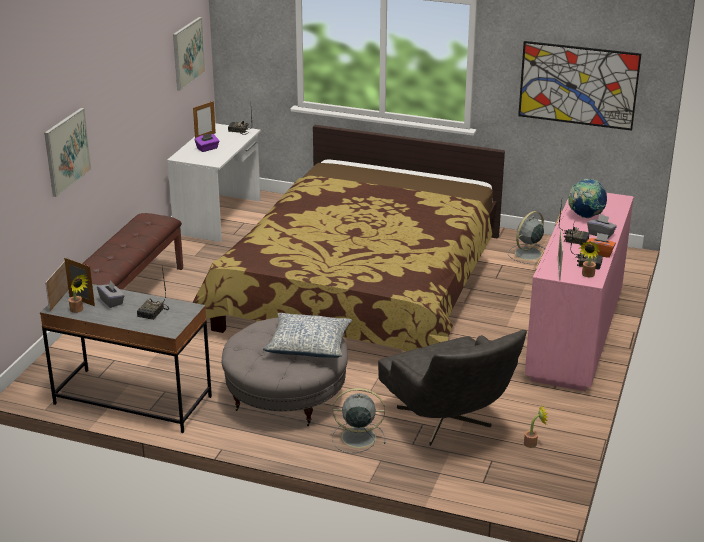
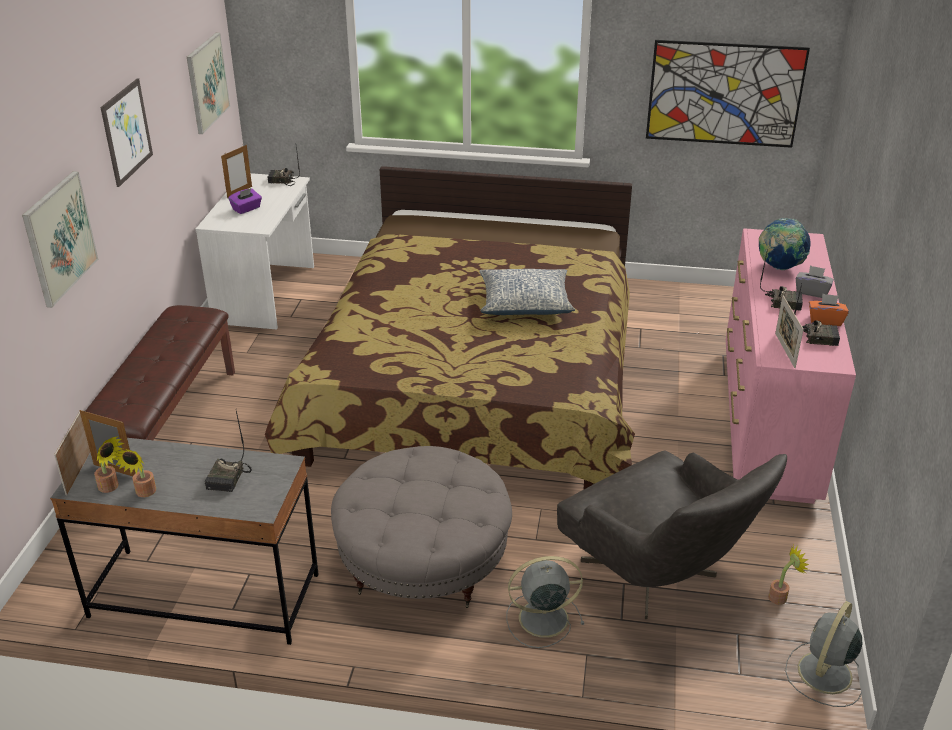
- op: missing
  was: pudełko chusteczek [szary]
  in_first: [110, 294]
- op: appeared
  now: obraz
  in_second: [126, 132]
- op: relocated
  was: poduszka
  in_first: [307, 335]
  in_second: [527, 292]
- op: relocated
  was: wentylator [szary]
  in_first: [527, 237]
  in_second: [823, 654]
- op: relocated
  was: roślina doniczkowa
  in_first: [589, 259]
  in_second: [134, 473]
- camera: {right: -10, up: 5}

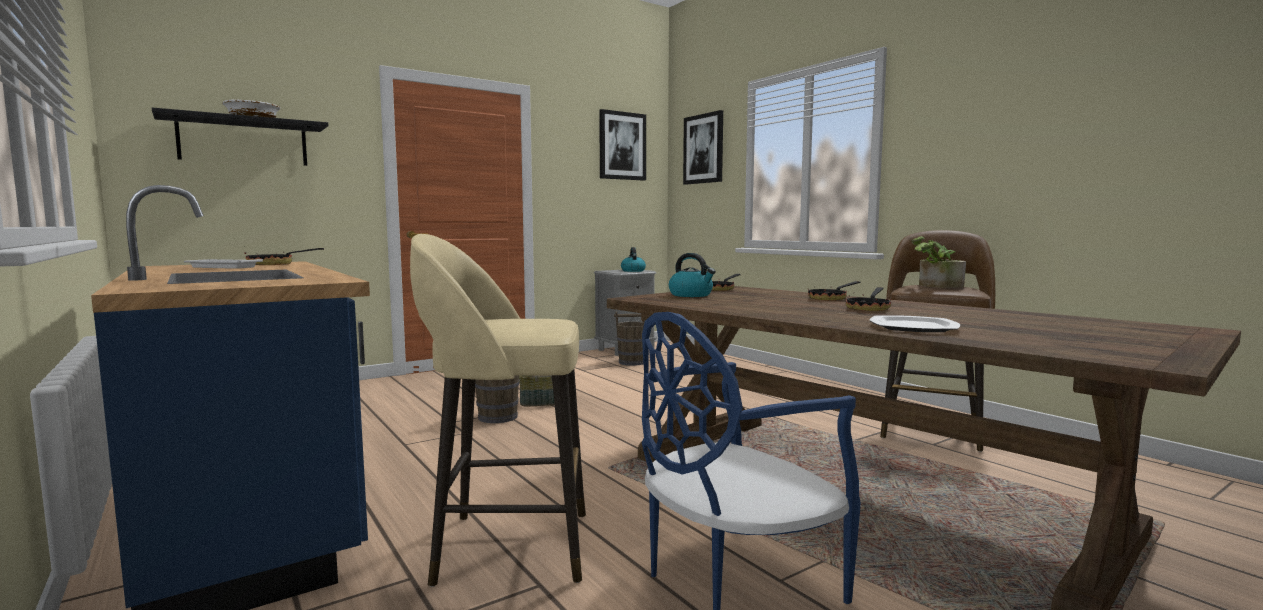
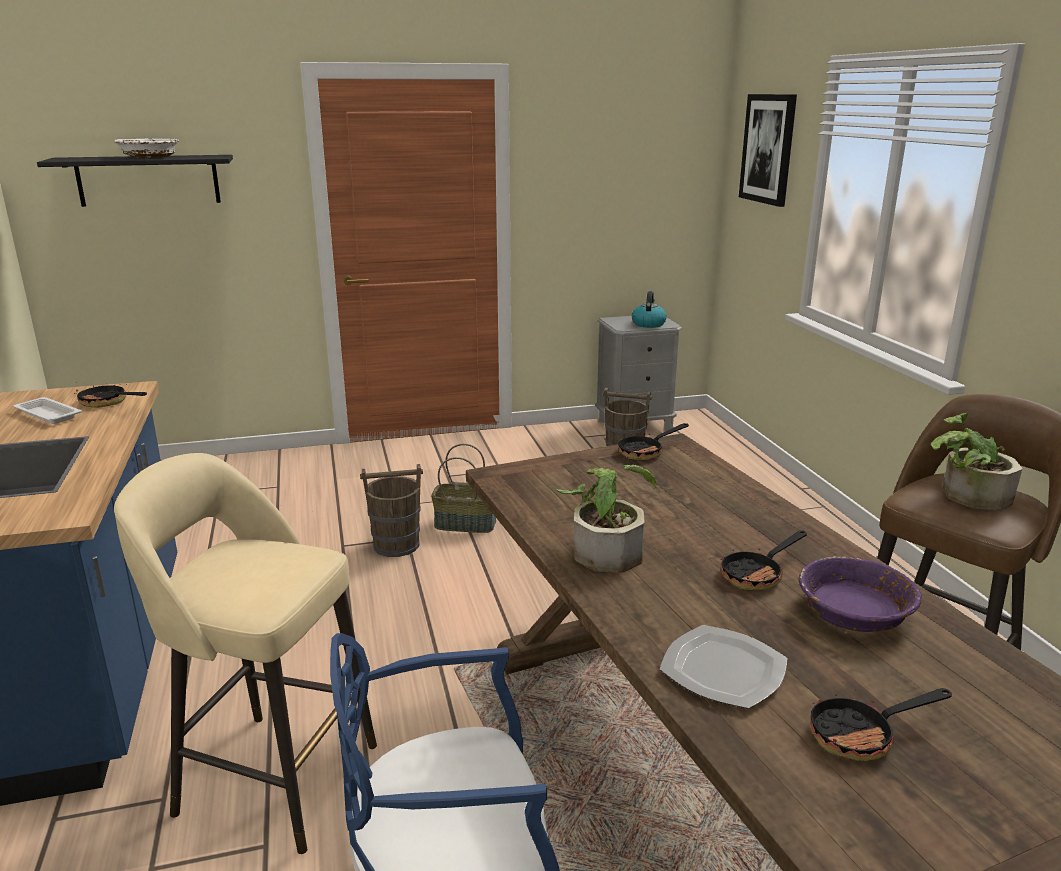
- op: missing
  was: obraz
  in_first: [622, 145]
- op: missing
  was: czajnik
  in_first: [692, 275]
- op: appeared
  now: roślina doniczkowa
  in_second: [607, 519]
- op: appeared
  now: miska [fioletowy]
  in_second: [860, 594]
- op: relocated
  was: patelnia
  in_first: [834, 291]
  in_second: [881, 724]
- camera: {right: 20, up: 15}

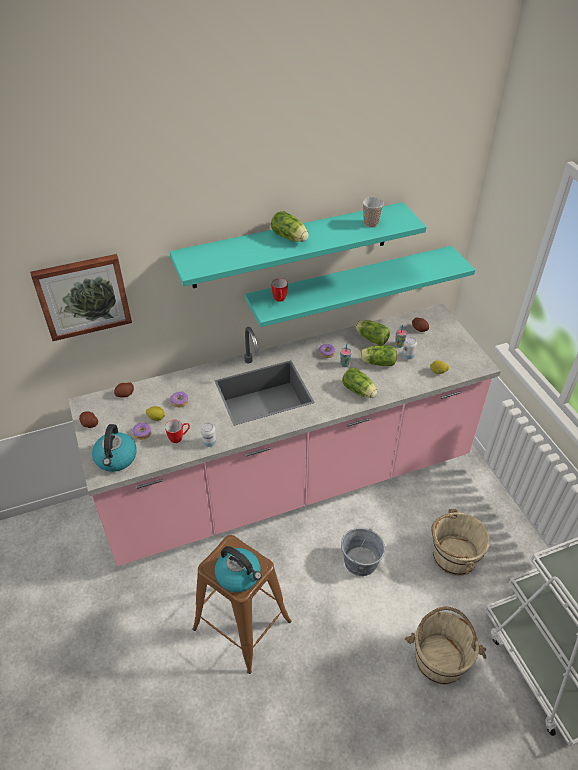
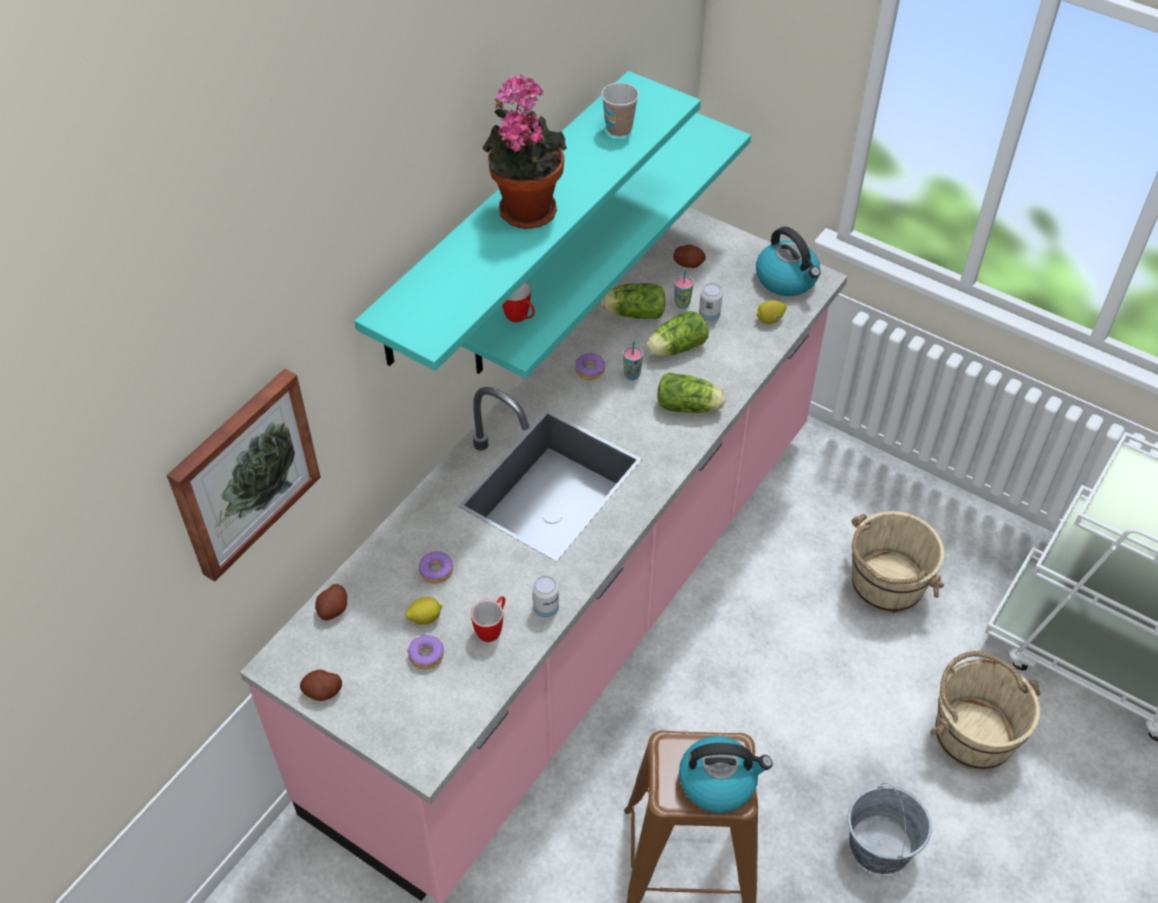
- op: relocated
  was: czajnik
  in_first: [114, 448]
  in_second: [788, 261]
- op: relocated
  was: wiadro [szary]
  in_first: [363, 551]
  in_second: [890, 828]
- op: exchanged
  was: sałata
  now: roślina doniczkowa
  in_first: [290, 226]
  in_second: [524, 151]
- camera: {right: -35, up: 5}

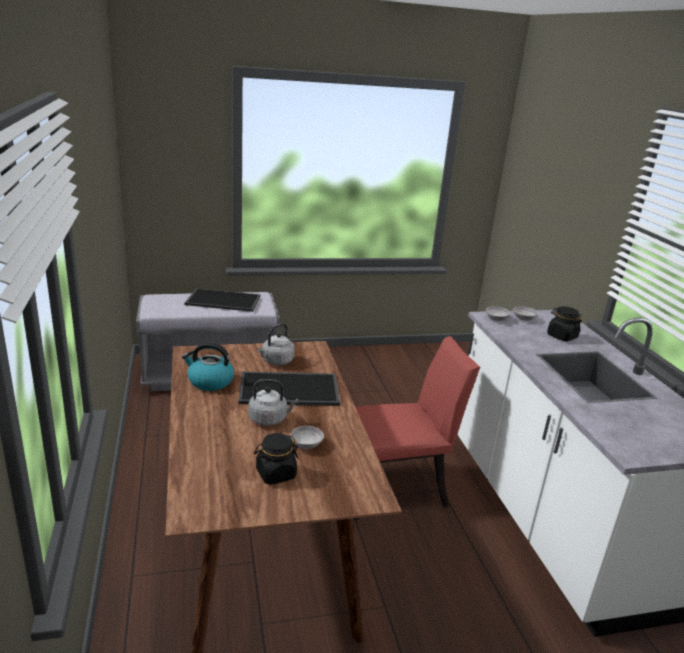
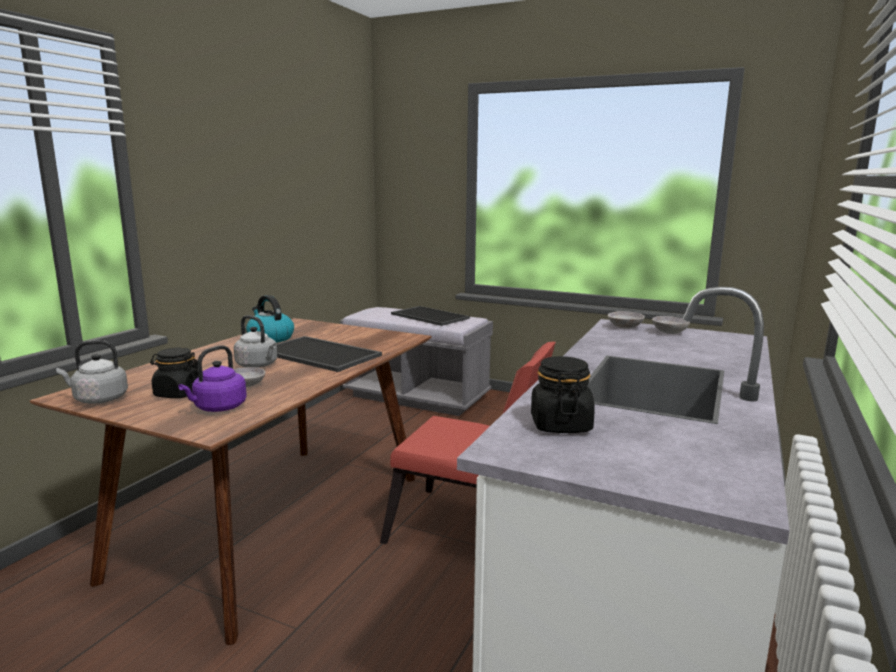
- op: appeared
  now: czajnik [fioletowy]
  in_second: [212, 378]
- op: relocated
  was: czajnik [szary]
  in_first: [275, 344]
  in_second: [92, 372]
- op: relocated
  was: słoik [czarny]
  in_first: [564, 323]
  in_second: [563, 394]
- camera: {right: 40, up: -10}

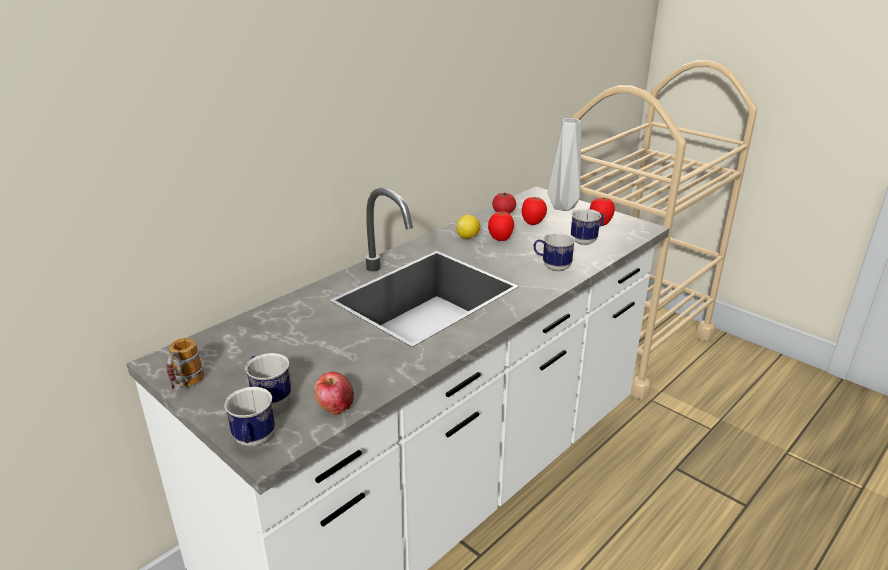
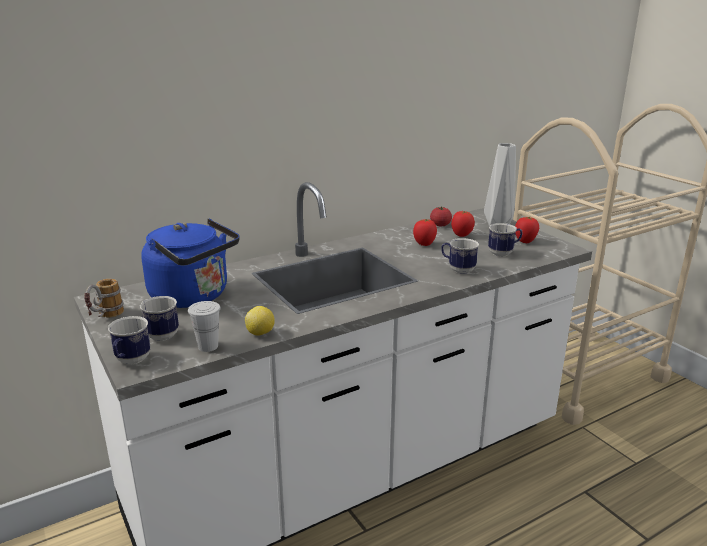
- op: appeared
  now: czajnik [niebieski]
  in_second: [190, 263]
- op: relocated
  was: cytryna
  in_first: [468, 227]
  in_second: [260, 321]
- op: exchanged
  was: jabłko
  now: filiżanka [biały]
  in_first: [334, 393]
  in_second: [204, 326]
- camera: {right: 15, up: -5}

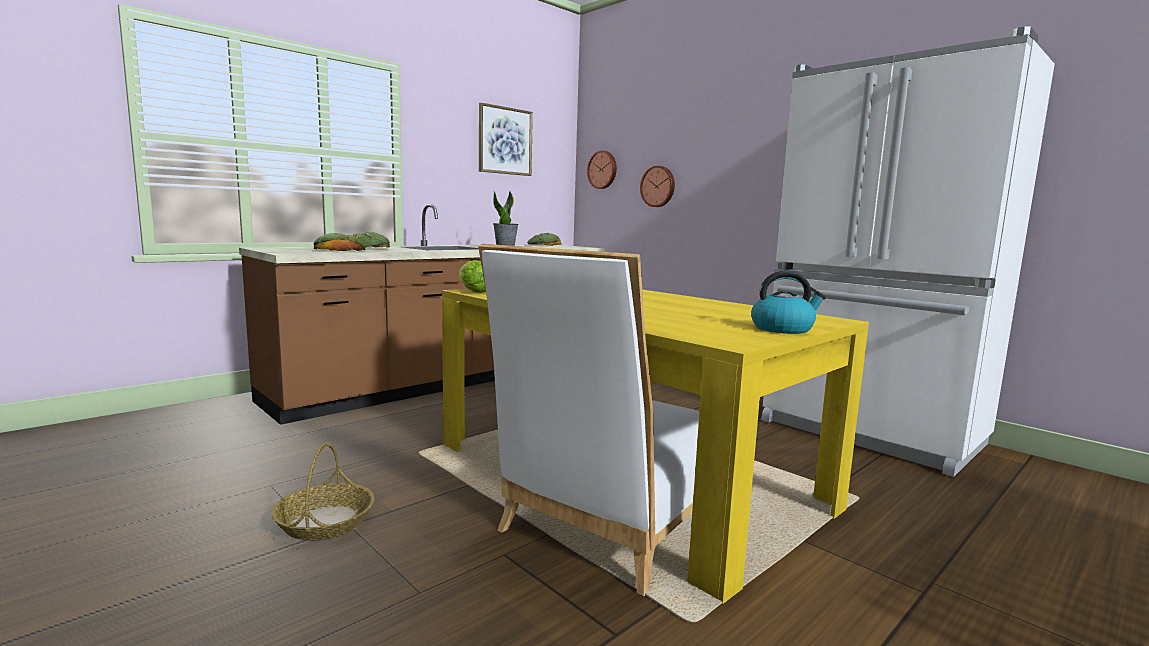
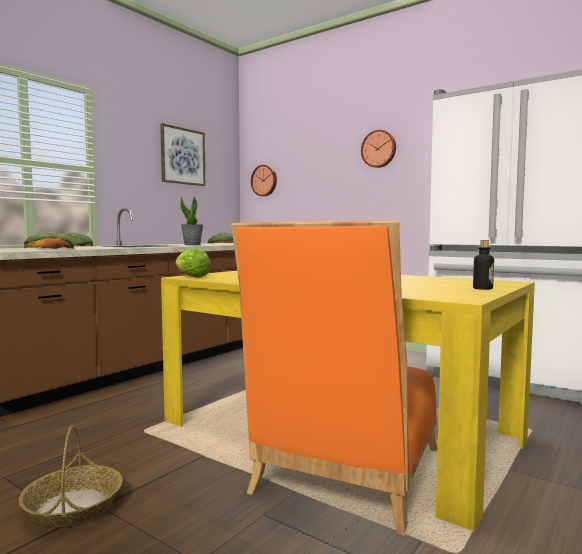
- op: relocated
  was: zegar ścienny
  in_first: [657, 186]
  in_second: [378, 149]
- op: exchanged
  was: czajnik
  now: butelka
  in_first: [788, 302]
  in_second: [483, 265]
- op: colour
  was: krzesło [biały]
  now: krzesło [pomarańczowy]
  in_first: [588, 420]
  in_second: [334, 378]
- camera: {right: -10, up: -5}

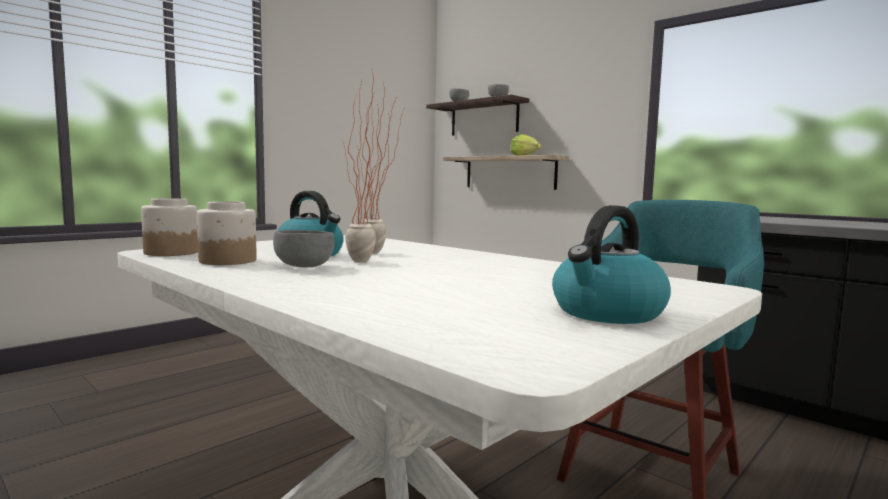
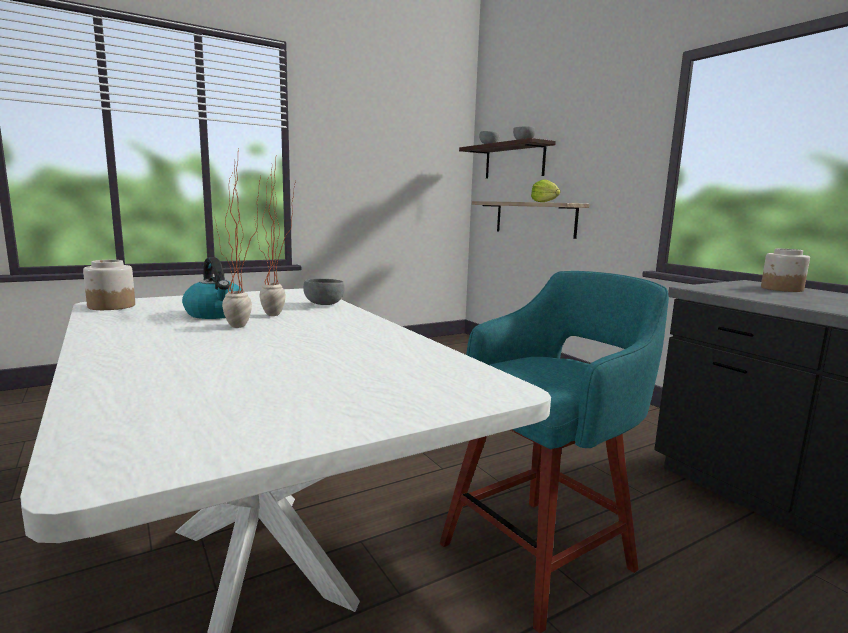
- op: missing
  was: czajnik
  in_first: [611, 264]
- op: relocated
  was: słoik
  in_first: [227, 233]
  in_second: [785, 270]
- op: relocated
  was: miska [szary]
  in_first: [304, 248]
  in_second: [324, 292]
- camera: {right: 15, up: 5}

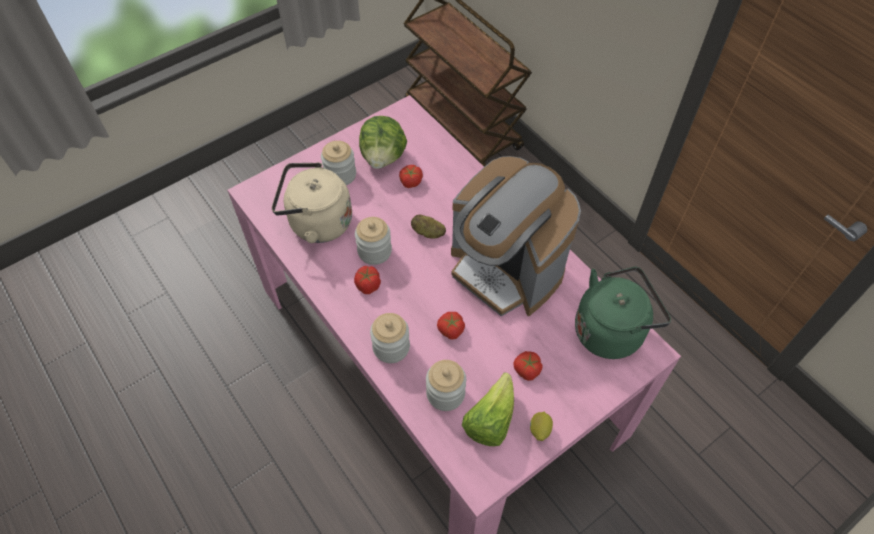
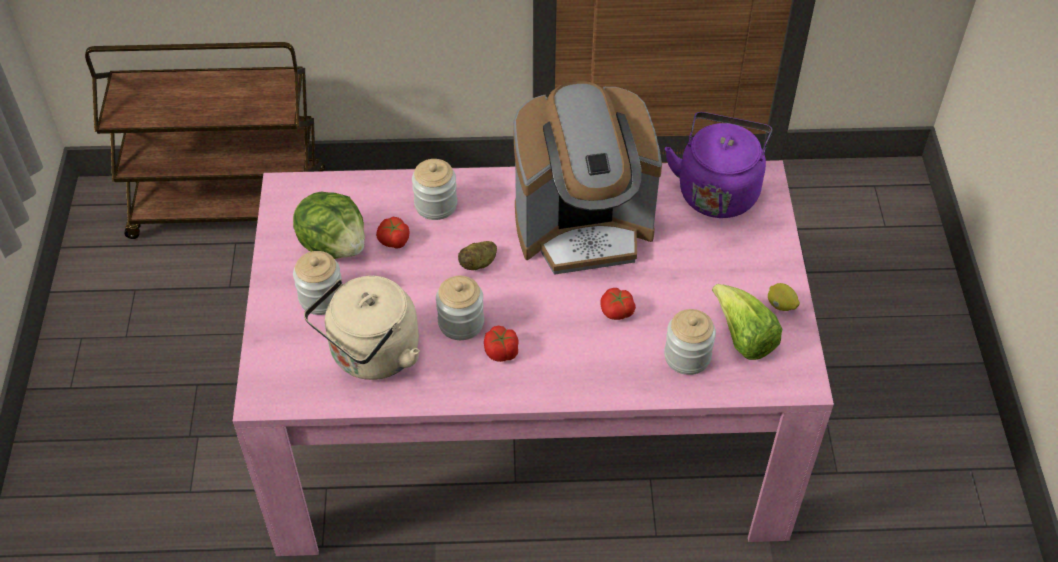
- op: missing
  was: pomidor
  in_first: [528, 366]
- op: relocated
  was: słoik
  in_first: [390, 338]
  in_second: [434, 189]
- op: colour
  was: czajnik [zielony]
  now: czajnik [fioletowy]
  in_first: [623, 313]
  in_second: [719, 165]
- camera: {right: -55, up: -5}

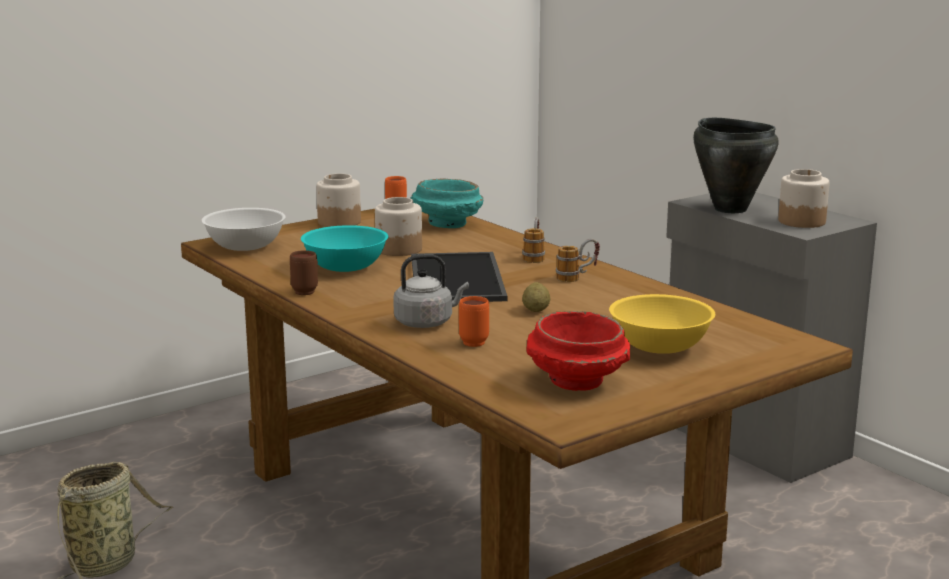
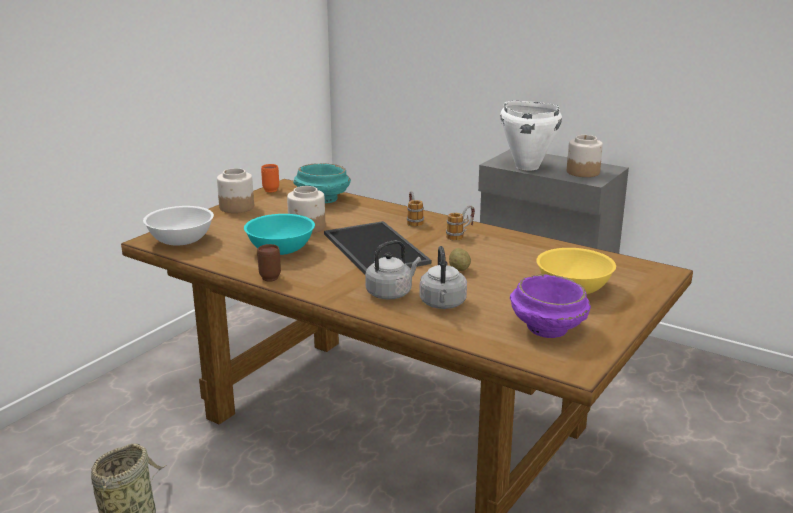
- op: exchanged
  was: kubek [pomarańczowy]
  now: czajnik [szary]
  in_first: [474, 321]
  in_second: [443, 277]
- op: colour
  was: miska [czerwony]
  now: miska [fioletowy]
  in_first: [578, 351]
  in_second: [550, 306]
- op: colour
  was: garnek [czarny]
  now: garnek [biały]
  in_first: [736, 165]
  in_second: [531, 136]
- camera: {right: -20, up: 5}

